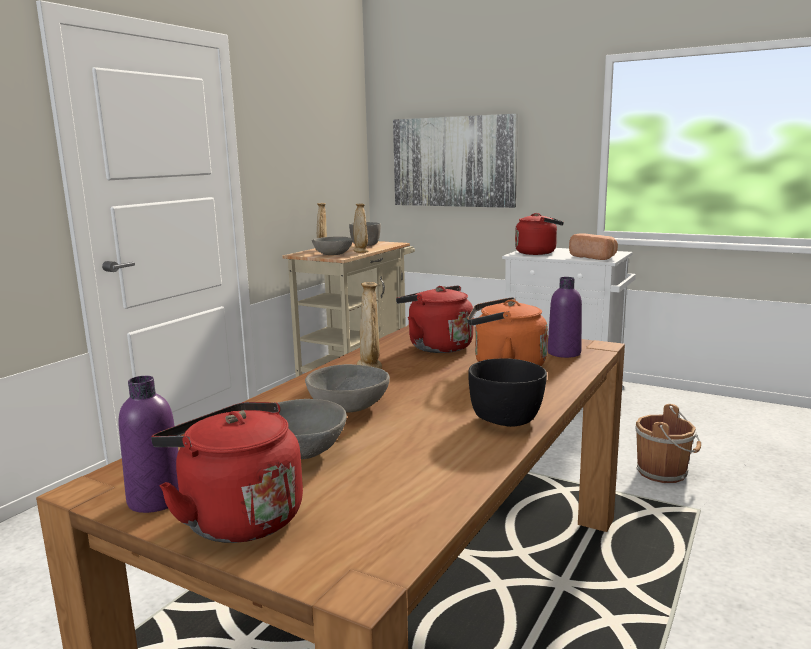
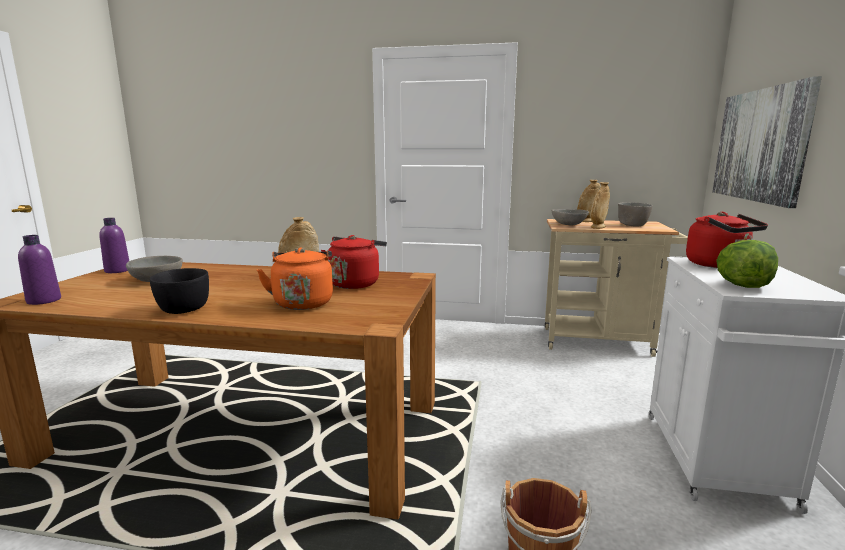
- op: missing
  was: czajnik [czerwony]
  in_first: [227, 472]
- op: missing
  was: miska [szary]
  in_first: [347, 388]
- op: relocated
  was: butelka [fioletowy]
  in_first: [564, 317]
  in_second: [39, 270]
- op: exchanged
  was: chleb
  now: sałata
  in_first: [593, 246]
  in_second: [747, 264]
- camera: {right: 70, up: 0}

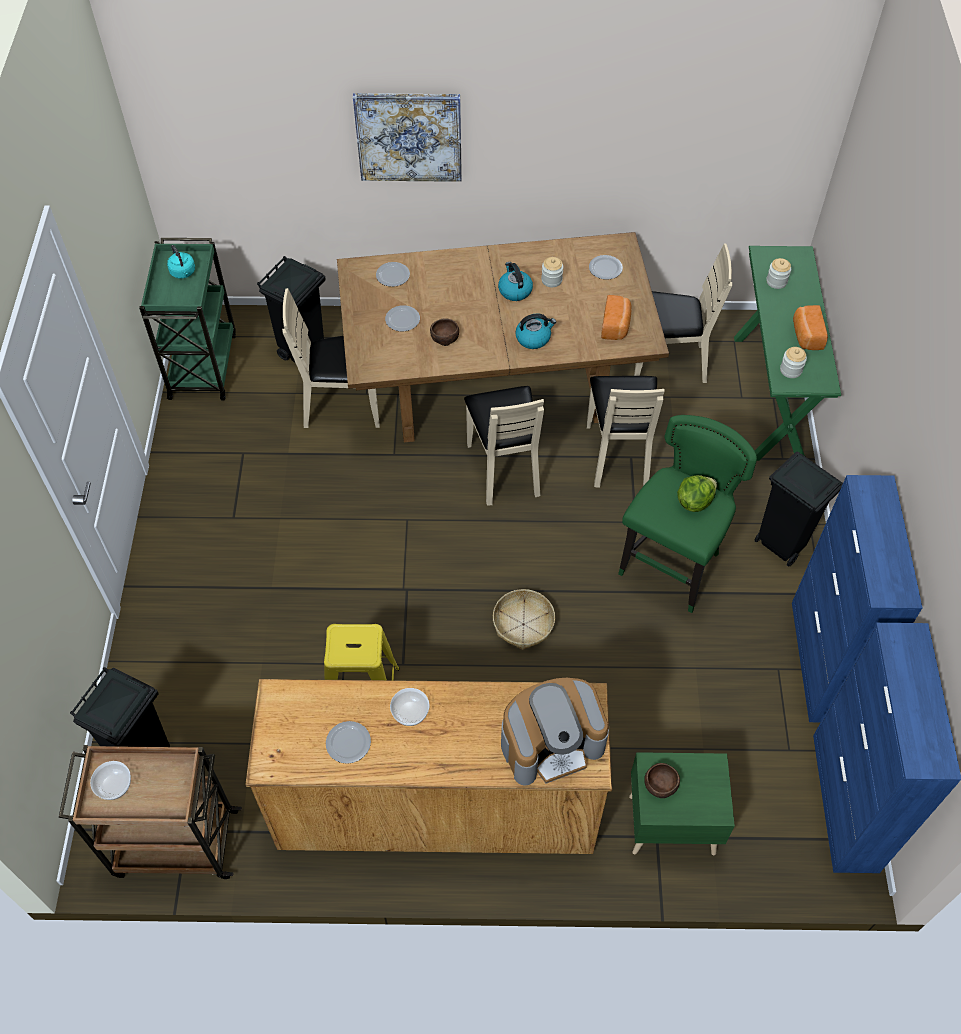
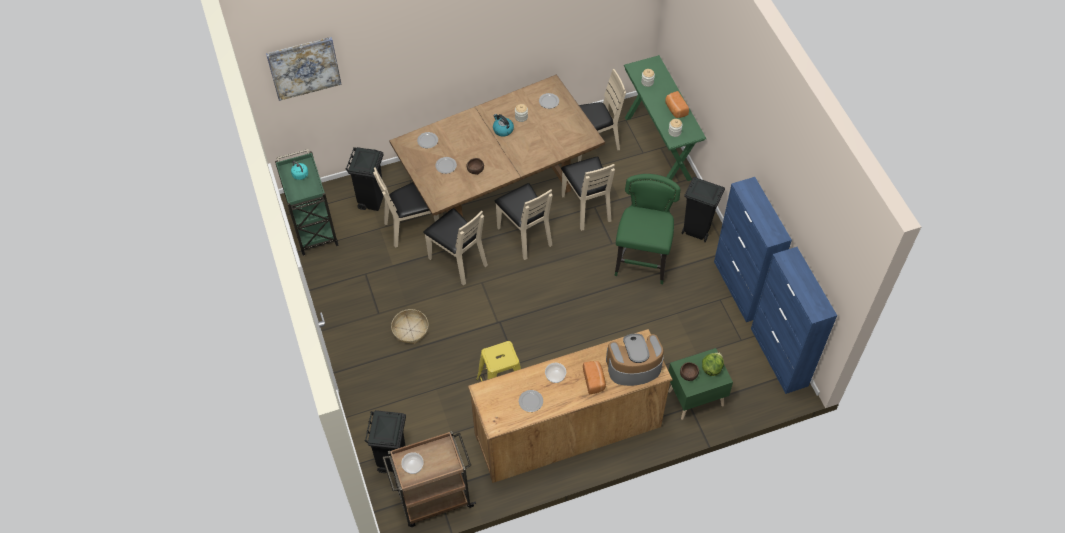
- op: missing
  was: czajnik
  in_first: [535, 331]
- op: appeared
  now: krzesło [beżowy]
  in_second: [455, 247]
- op: relocated
  was: obraz
  in_first: [407, 137]
  in_second: [304, 69]
- op: relocated
  was: koszyk
  in_first: [524, 619]
  in_second: [409, 326]
- op: relocated
  was: chleb
  in_first: [616, 317]
  in_second: [594, 377]
- op: relocated
  was: sałata
  in_first: [697, 493]
  in_second: [713, 364]
- op: spun
  was: ekspres do kawy
  in_first: [555, 732]
  in_second: [635, 360]
  clockwise: -150
- camera: {right: -20, up: 0}

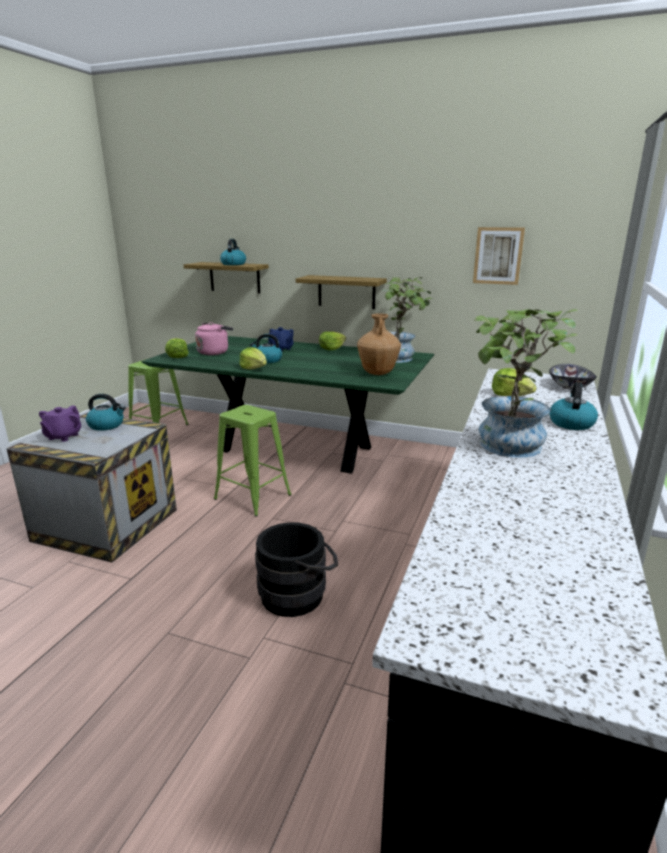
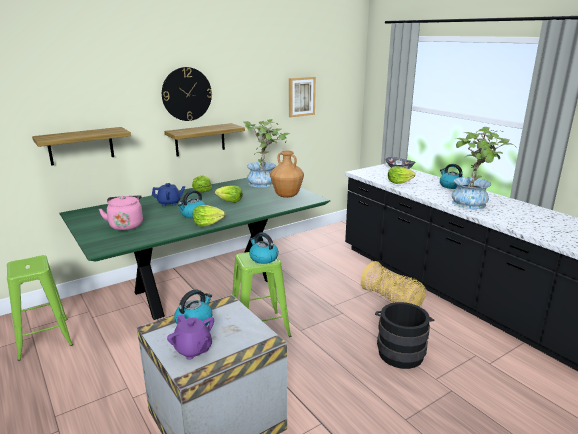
- op: appeared
  now: zegar ścienny
  in_second: [187, 94]
- op: appeared
  now: koszyk
  in_second: [393, 284]
- op: relocated
  was: sałata
  in_first: [177, 348]
  in_second: [229, 194]
- op: relocated
  was: czajnik
  in_first: [233, 252]
  in_second: [264, 248]
- camera: {right: -55, up: 0}

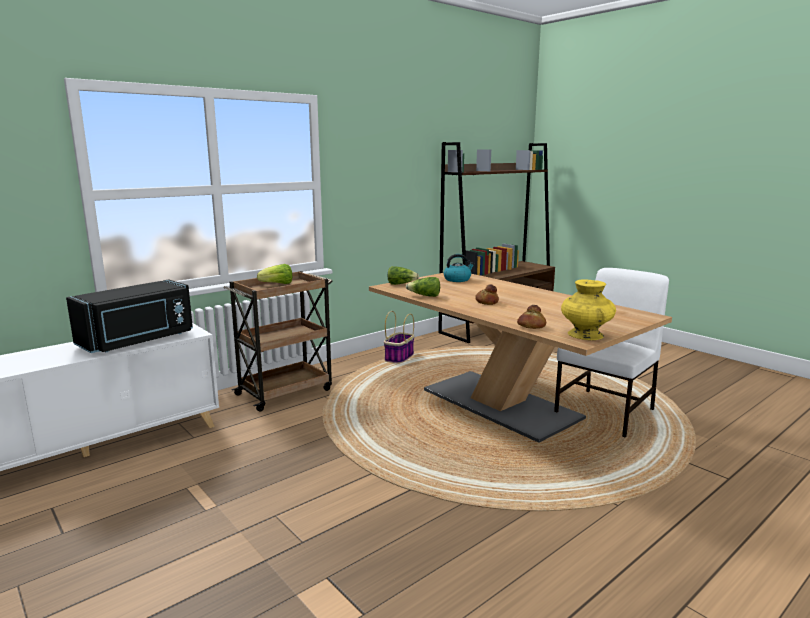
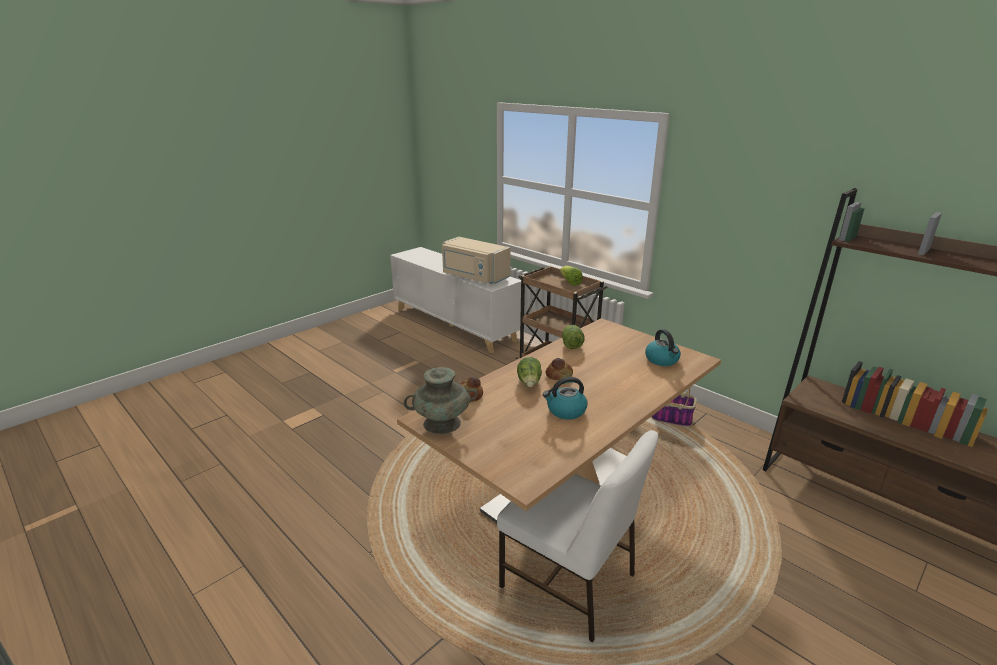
- op: appeared
  now: czajnik
  in_second: [565, 398]
- op: relocated
  was: sałata
  in_first: [403, 275]
  in_second: [529, 372]
- op: colour
  was: mikrofalówka [czarny]
  now: mikrofalówka [beżowy]
  in_first: [129, 316]
  in_second: [476, 260]
- op: colour
  was: wazon [żółty]
  now: wazon [turkusowy]
  in_first: [588, 309]
  in_second: [440, 400]
- camera: {right: 85, up: 10}

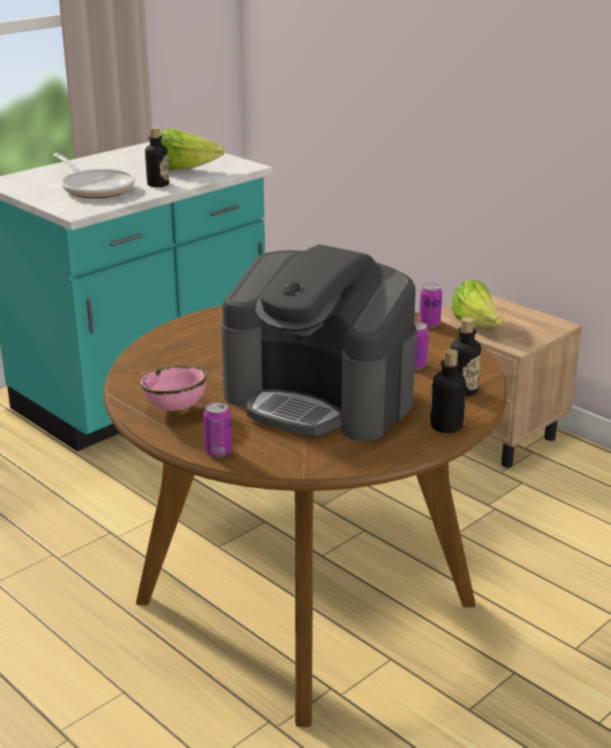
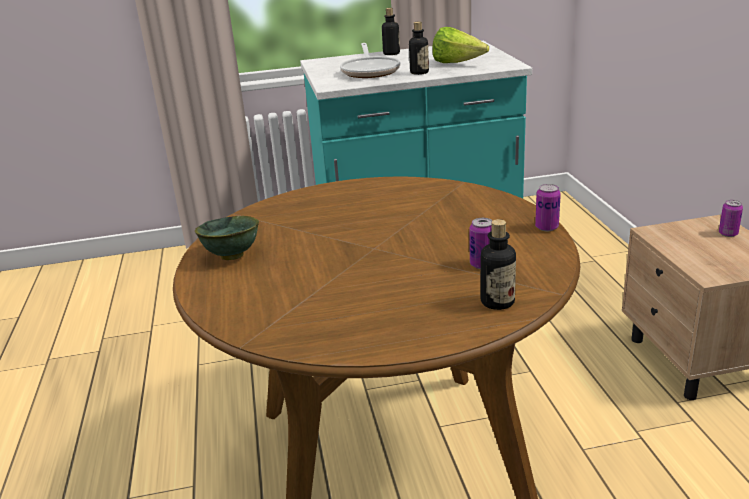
- op: missing
  was: ekspres do kawy
  in_first: [318, 342]
- op: missing
  was: sałata
  in_first: [476, 303]
- op: relocated
  was: puszka
  in_first: [217, 429]
  in_second: [731, 218]
- op: relocated
  was: butelka
  in_first: [448, 391]
  in_second: [391, 31]
- op: colour
  was: miska [różowy]
  now: miska [zielony]
  in_first: [173, 390]
  in_second: [227, 238]
- camera: {right: 35, up: 0}

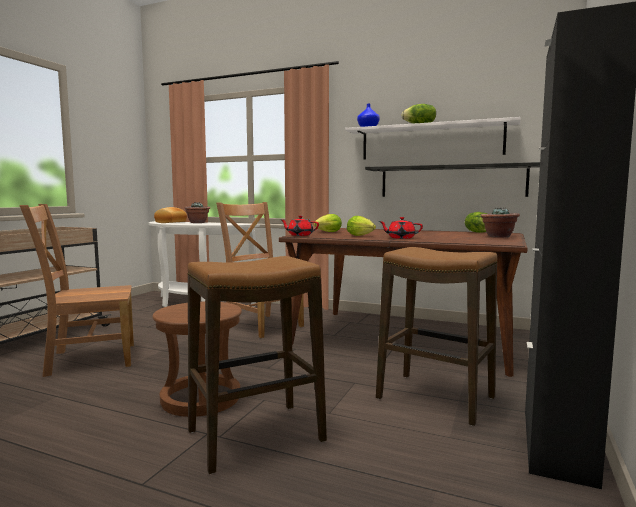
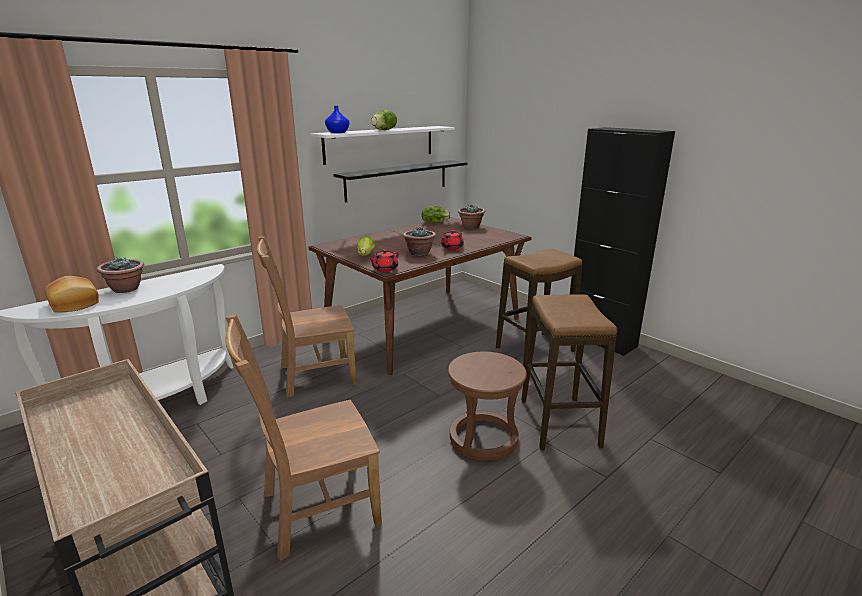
- op: exchanged
  was: sałata
  now: roślina doniczkowa
  in_first: [361, 226]
  in_second: [419, 241]
- op: spun
  was: krzesło [brązowy]
  in_first: [76, 290]
  in_second: [303, 438]
  clockwise: 60
- camera: {right: -65, up: 15}

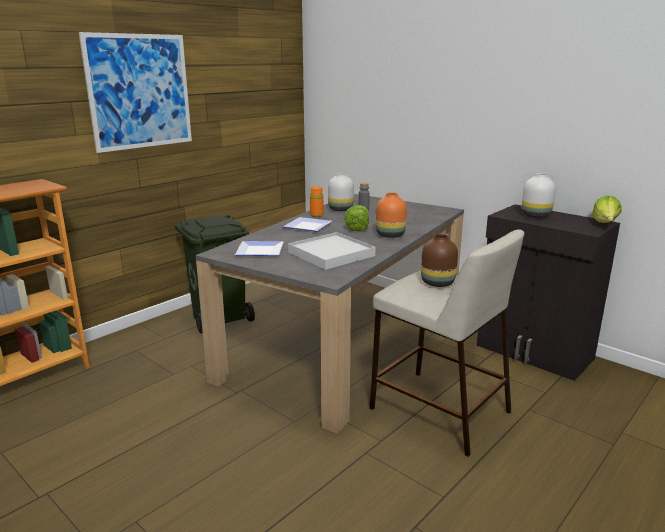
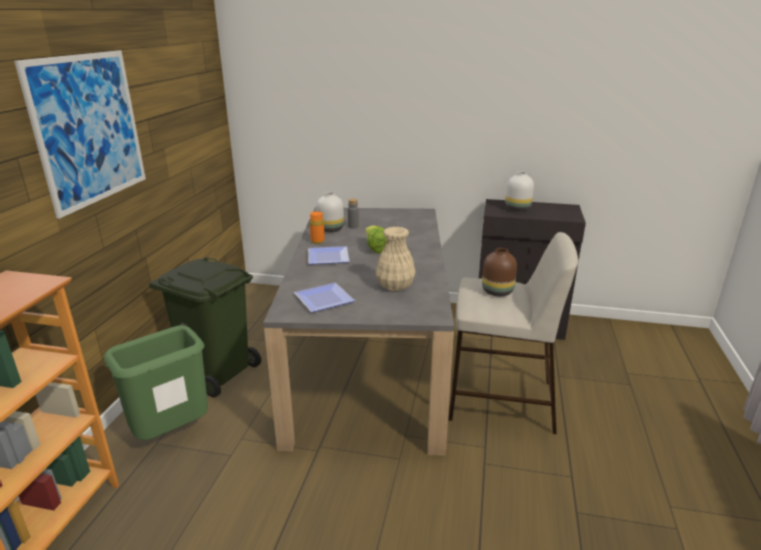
- op: missing
  was: wazon [pomarańczowy]
  in_first: [391, 215]
- op: missing
  was: sałata
  in_first: [607, 209]
- op: appeared
  now: kosz na śmieci [zielony]
  in_second: [156, 382]
- op: exchanged
  was: taca [biały]
  now: wazon [beżowy]
  in_first: [332, 251]
  in_second: [395, 259]
- camera: {right: -30, up: 5}

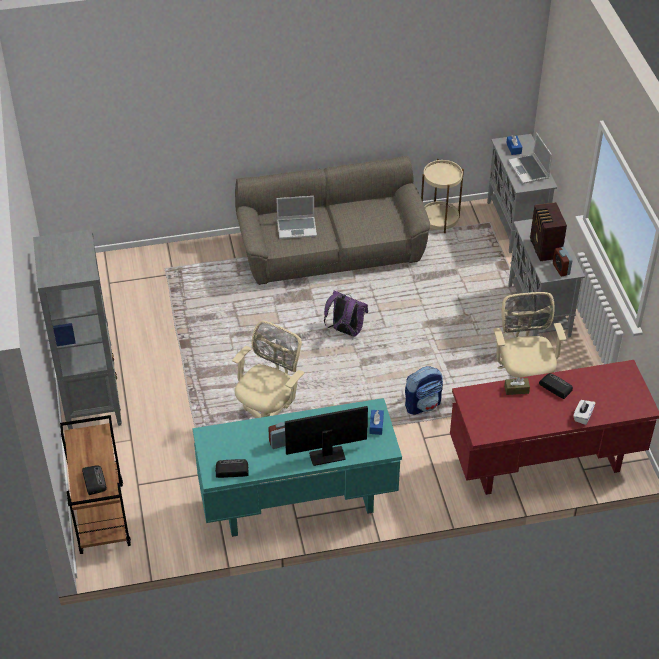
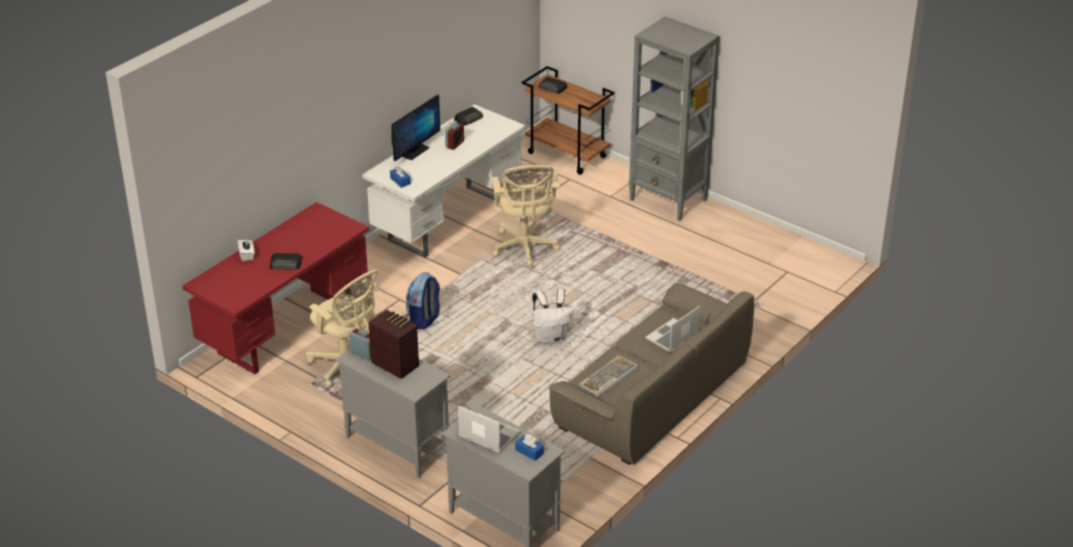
- op: missing
  was: stolik [beżowy]
  in_first: [442, 196]
- op: missing
  was: pudełko chusteczek [brązowy]
  in_first: [517, 386]
- op: appeared
  now: klawiatura
  in_second: [609, 376]
- op: colour
  was: biurko [turkusowy]
  now: biurko [biały]
  in_first: [297, 467]
  in_second: [443, 181]
- op: colour
  was: plecak [fioletowy]
  now: plecak [biały]
  in_first: [346, 314]
  in_second: [553, 316]
- camera: {right: 140, up: -10}

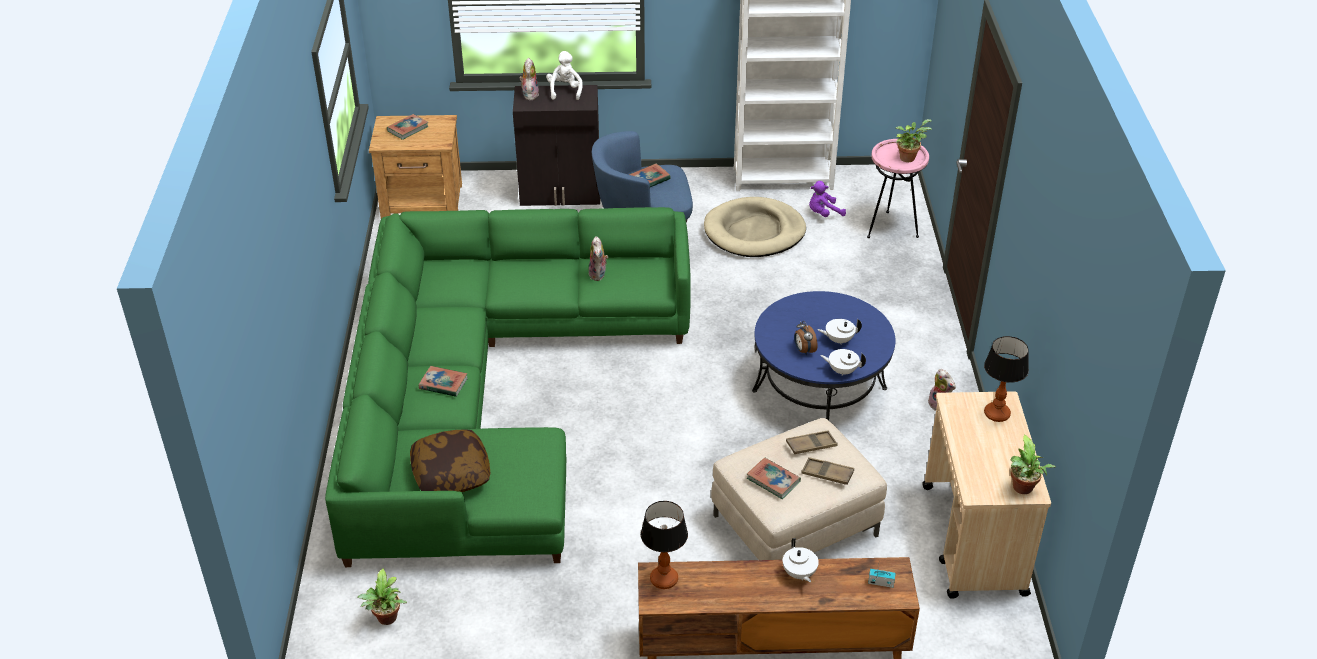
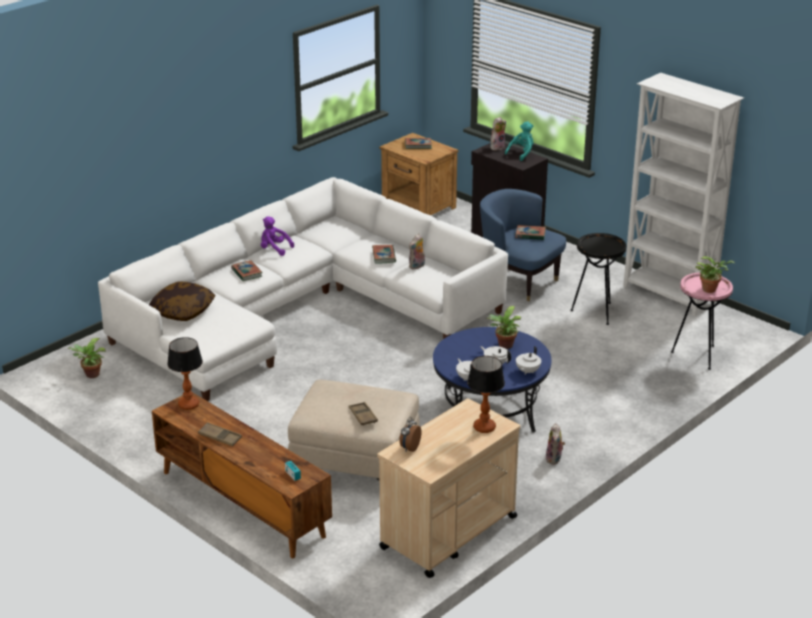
- op: relocated
  was: książka
  in_first: [774, 478]
  in_second: [384, 254]
- op: relocated
  was: imbryk [biały]
  in_first: [801, 560]
  in_second: [528, 360]
- op: relocated
  was: taca [brązowy]
  in_first: [812, 442]
  in_second: [220, 434]
- op: relocated
  was: budzik
  in_first: [805, 338]
  in_second: [410, 434]
- op: relocated
  was: pluszak [fioletowy]
  in_first: [827, 199]
  in_second: [277, 236]
- op: relocated
  was: roślina doniczkowa
  in_first: [1033, 464]
  in_second: [503, 327]
- op: exchanged
  was: legowisko [beżowy]
  now: stolik [czarny]
  in_first: [755, 227]
  in_second: [598, 279]
- op: colour
  was: kanapa [zielony]
  now: kanapa [biały]
  in_first: [508, 387]
  in_second: [303, 289]
- op: colour
  was: pluszak [biały]
  now: pluszak [turkusowy]
  in_first: [564, 75]
  in_second: [519, 141]
- camera: {right: 45, up: -10}

